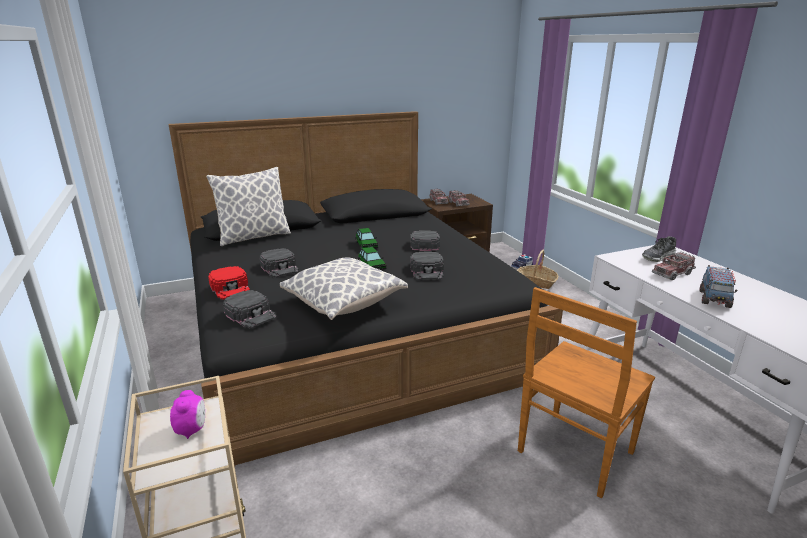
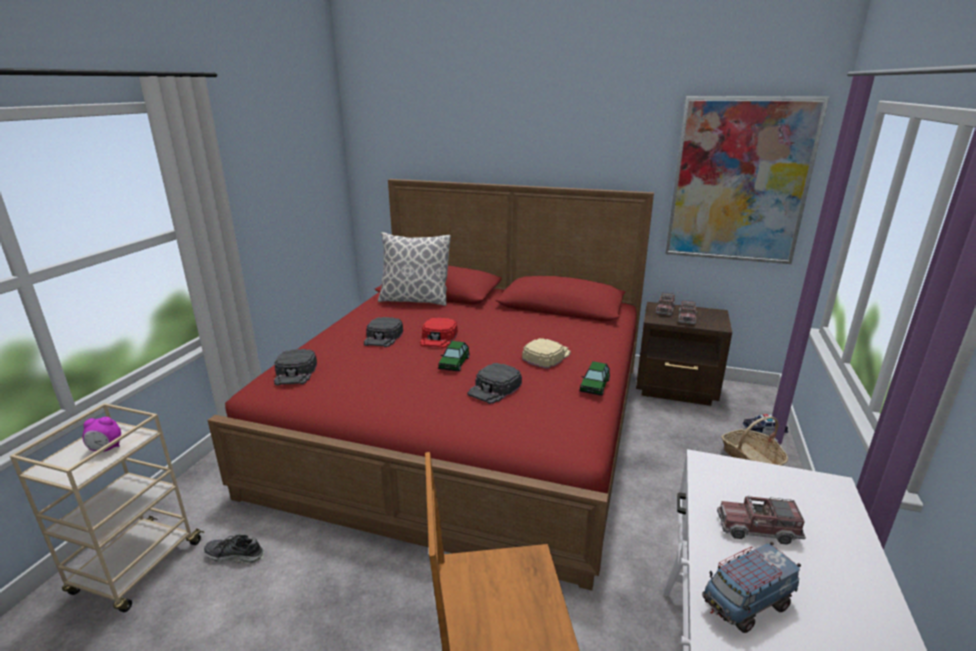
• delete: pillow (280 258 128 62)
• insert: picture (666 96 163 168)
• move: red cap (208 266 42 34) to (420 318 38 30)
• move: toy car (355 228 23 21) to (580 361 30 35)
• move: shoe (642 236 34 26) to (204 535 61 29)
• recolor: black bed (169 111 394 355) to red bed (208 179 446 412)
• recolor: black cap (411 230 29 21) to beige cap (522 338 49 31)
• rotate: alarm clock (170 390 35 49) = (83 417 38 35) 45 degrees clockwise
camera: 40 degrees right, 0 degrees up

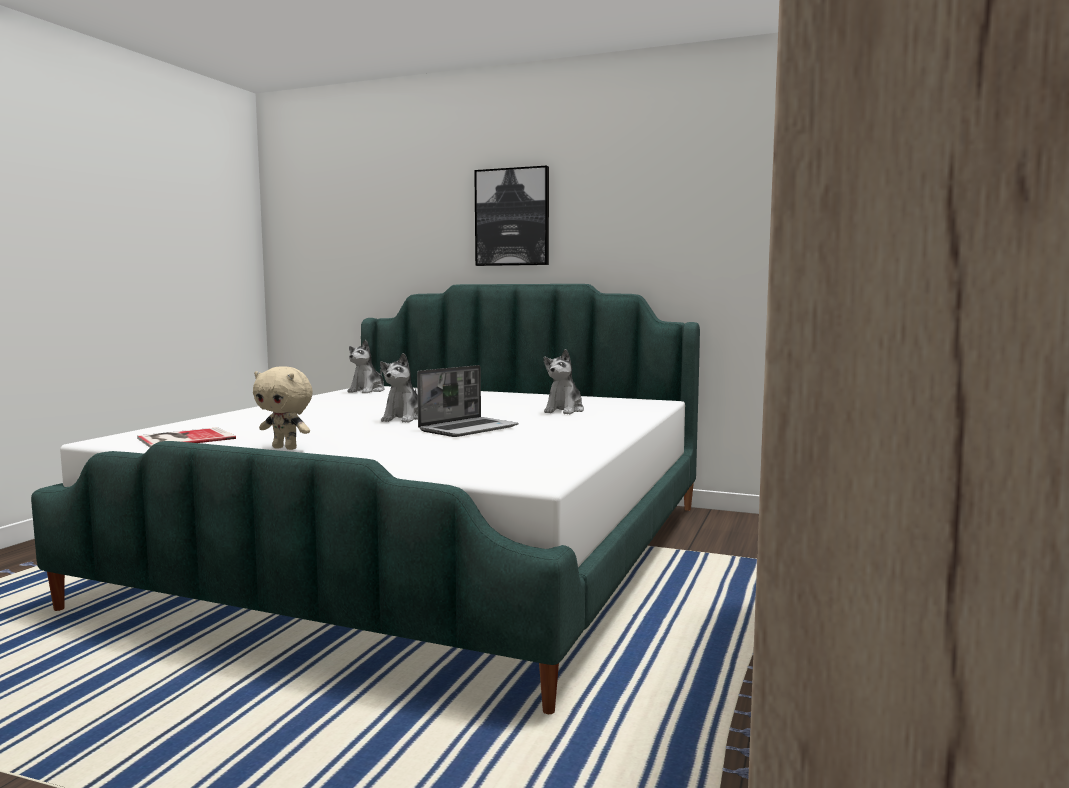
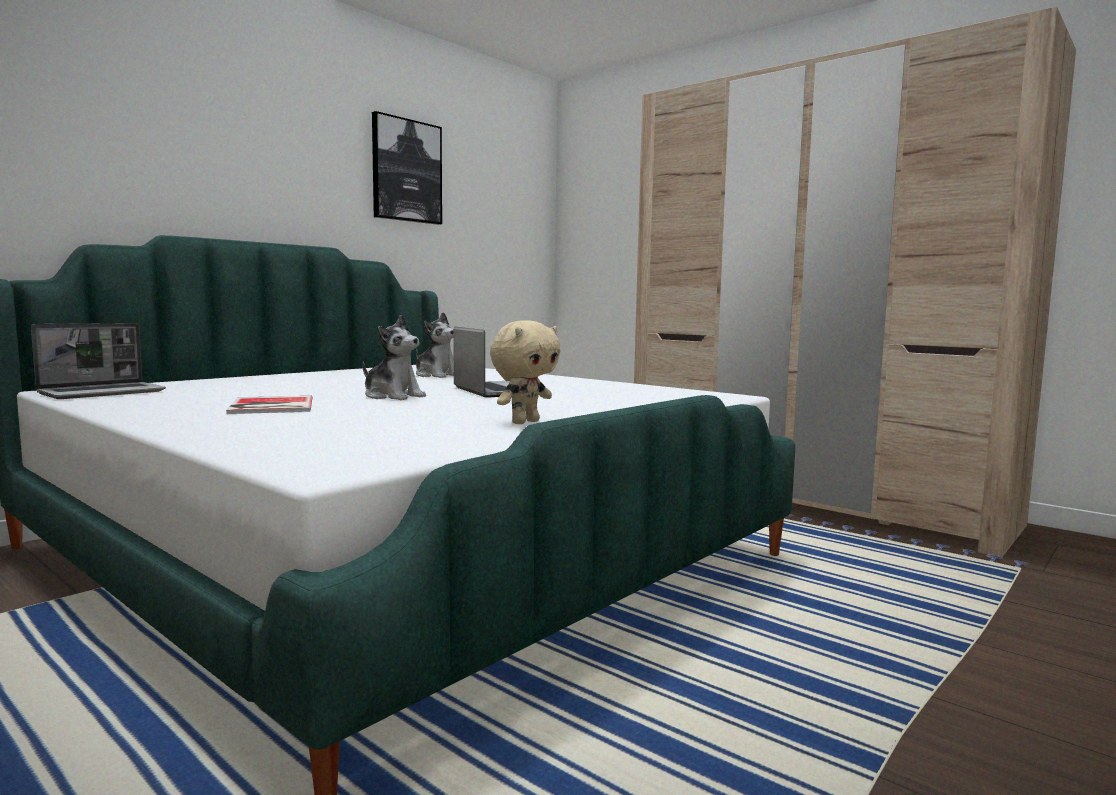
• move: book (137 427 99 21) to (226 396 86 18)
• move: picture (474 166 75 100) to (372 111 70 114)
• replace: plush toy (347 340 37 53) to laptop (31 323 135 76)
camera: 70 degrees left, 0 degrees up

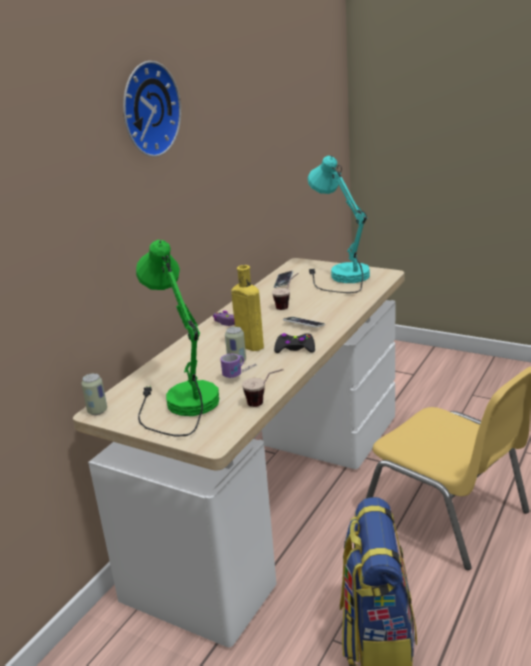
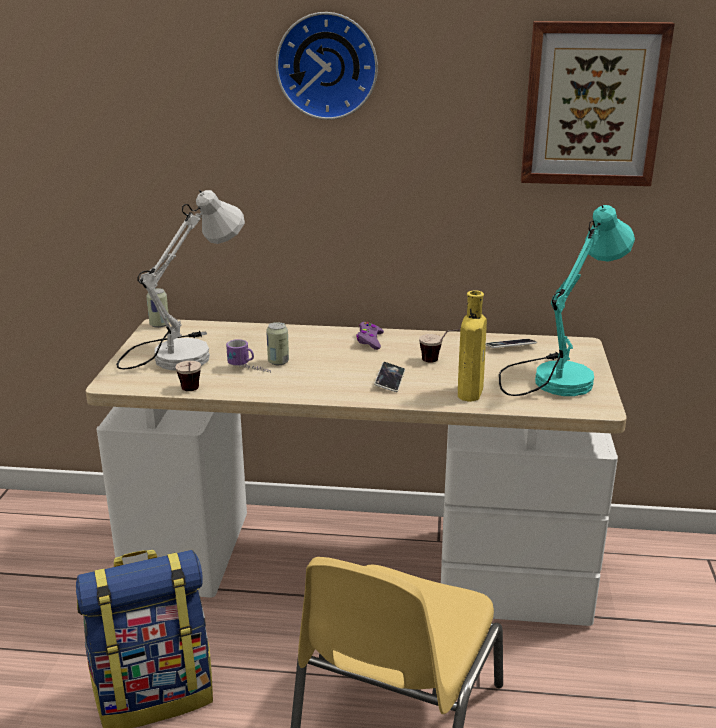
• delete: black game controller (274 333 41 20)
• insert: picture (521 21 154 165)
• move: yellow bottle (231 265 33 86) to (458 291 29 111)
• recolor: green table lamp (136 240 83 197) to white table lamp (116 190 129 180)
camera: 65 degrees right, 0 degrees up

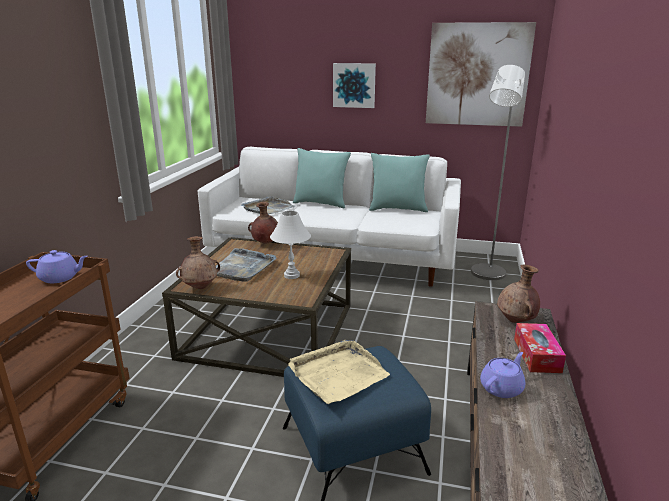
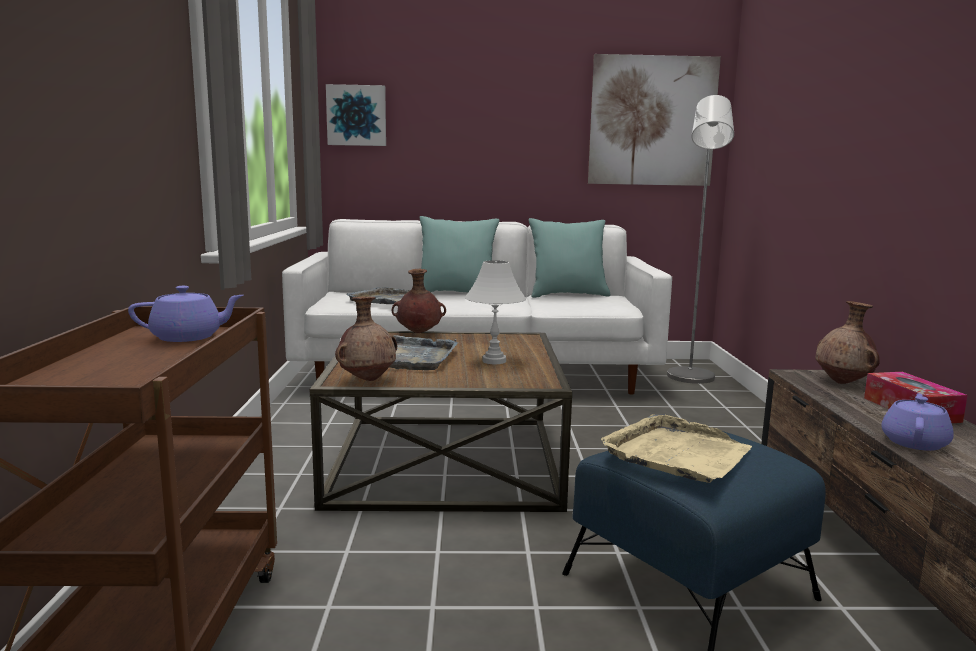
• move: picture (333 63 43 45) to (326 84 60 62)
camera: 15 degrees left, 10 degrees down

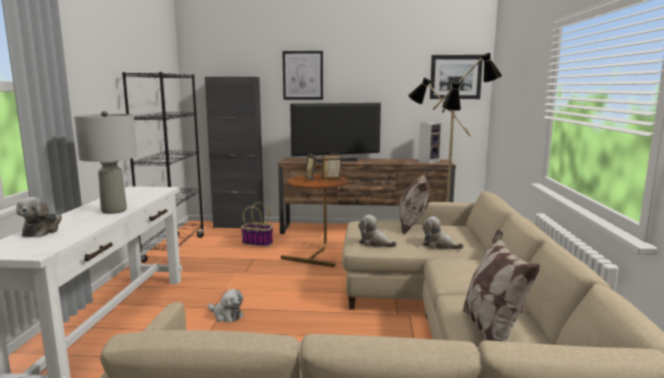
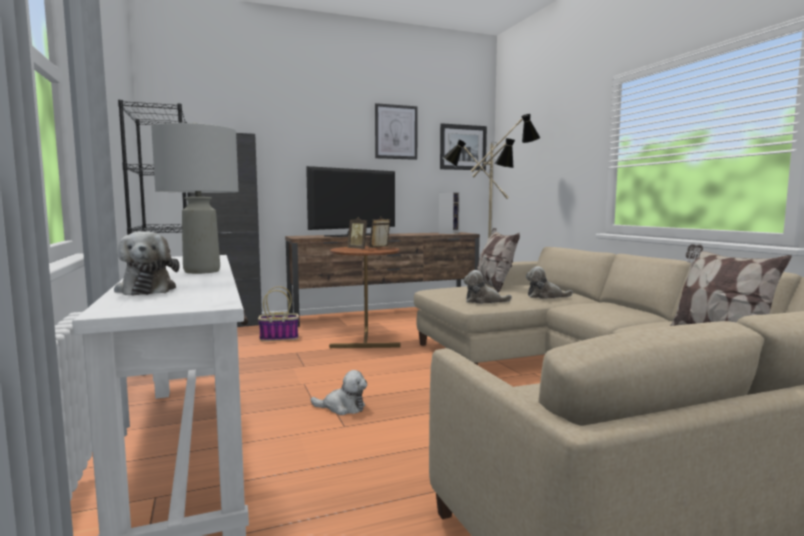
• move: picture (282 51 41 49) to (375 103 43 57)
camera: 25 degrees left, 5 degrees down

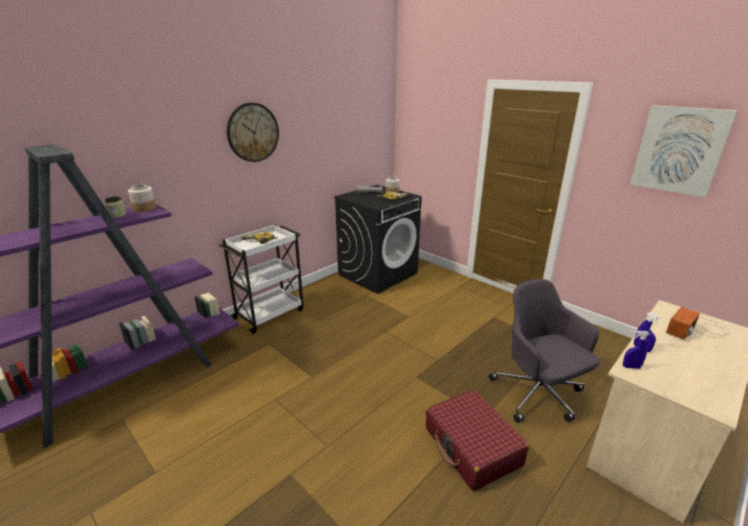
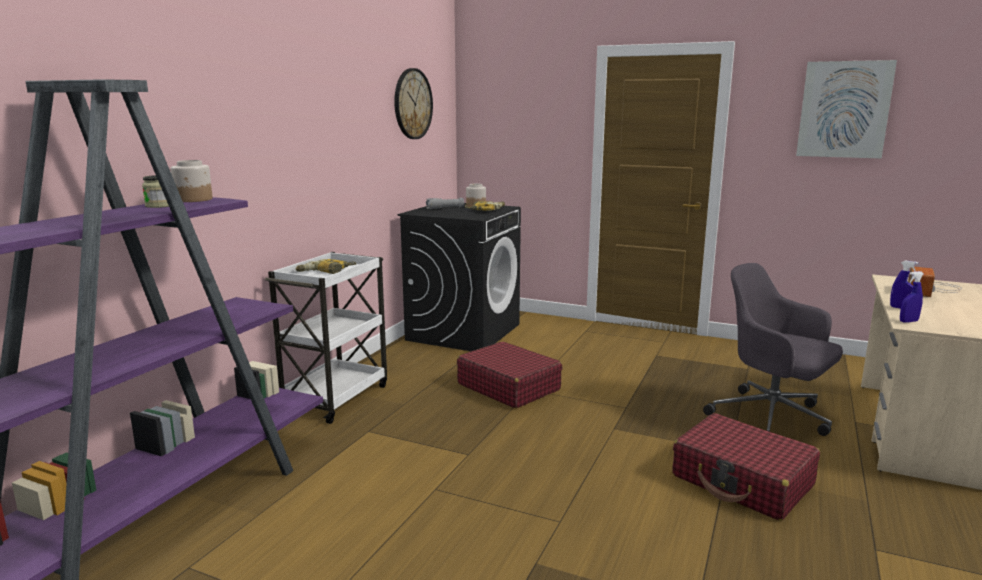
• insert: red suitcase (457 341 105 67)
• move: wall clock (227 103 52 59) to (394 68 39 71)
camera: 20 degrees left, 10 degrees down

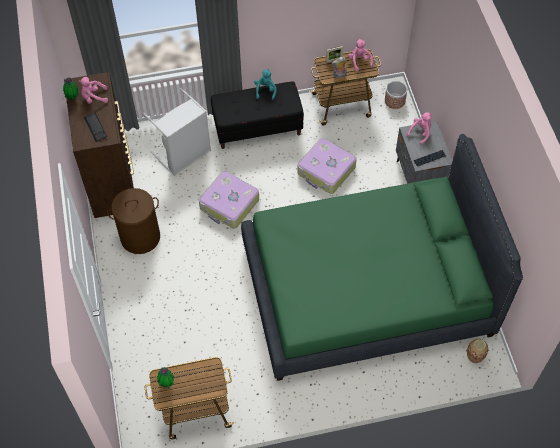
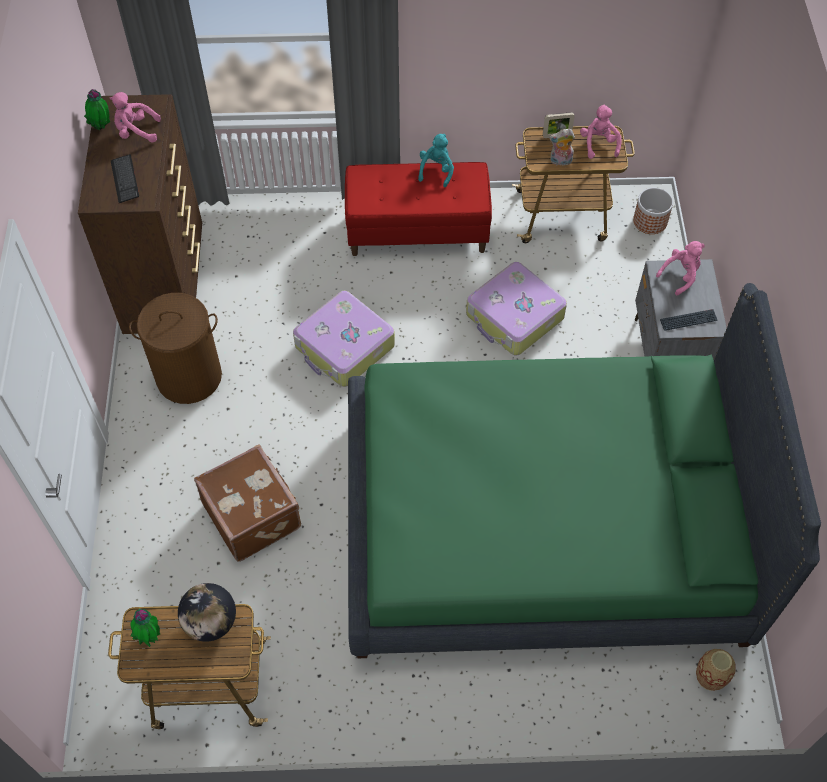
• delete: grey laundry basket (143 88 68 88)
• insert: globe (178 583 58 59)
• insert: brown suitcase (194 444 107 118)
• recolor: black bench (211 81 93 68) to red bench (345 162 147 94)
camera: 10 degrees right, 0 degrees up

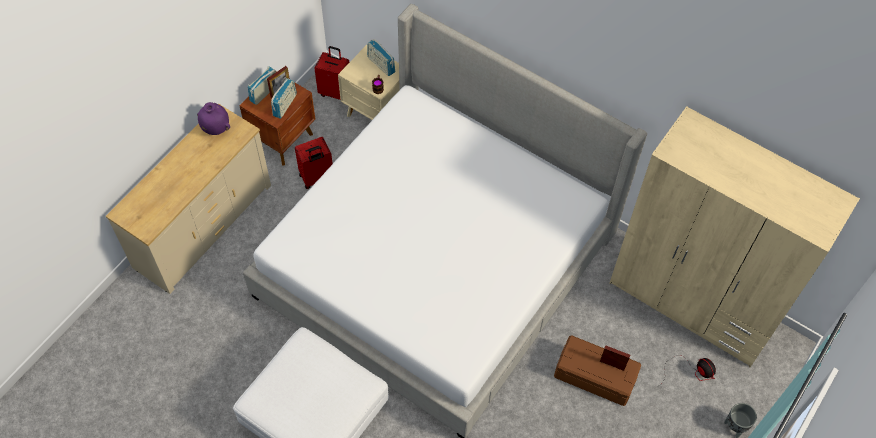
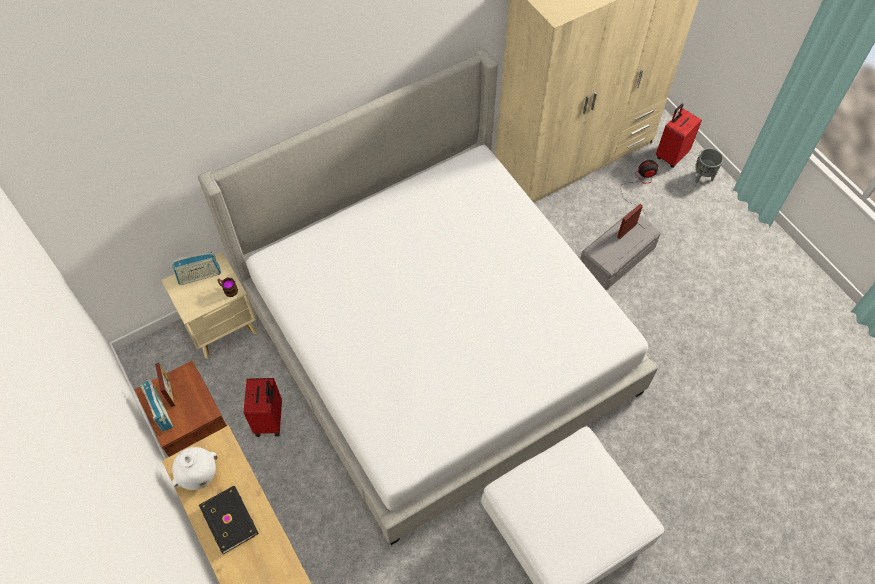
• delete: radio (271 78 26 41)
• insert: black book (199 486 60 68)
• move: red suitcase (314 46 35 54) to (656 104 46 64)
• recolor: purple vase (197 102 33 33) to white vase (172 447 46 43)
• recolor: brown storage box (554 335 87 71) to grey storage box (580 210 81 80)
camera: 65 degrees left, 0 degrees up

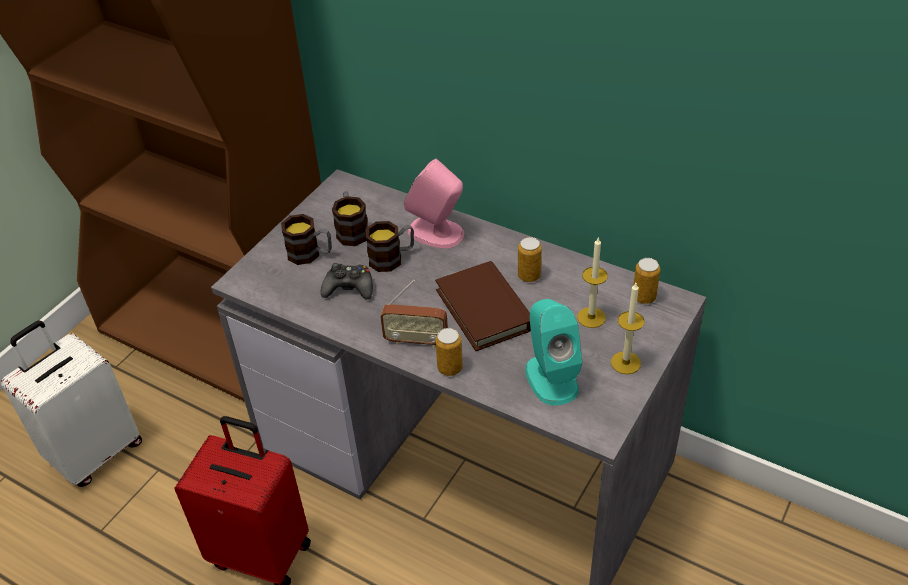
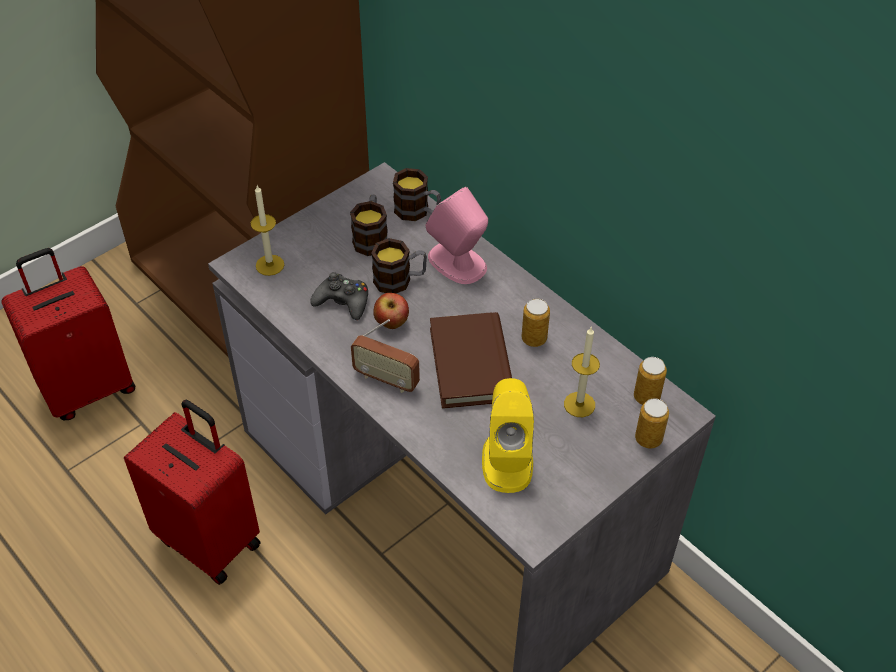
• insert: apple (373 293 36 36)
• move: mug (281 214 51 51) to (393 168 48 53)
• move: can (435 328 28 48) to (635 398 34 51)
• move: candle (611 283 34 91) to (251 185 33 91)
• recolor: white suitcase (1 320 141 167) to red suitcase (1 248 134 172)
• recolor: turquoise speaker (525 299 58 106) to yellow speaker (482 378 52 115)
camera: 15 degrees right, 5 degrees up

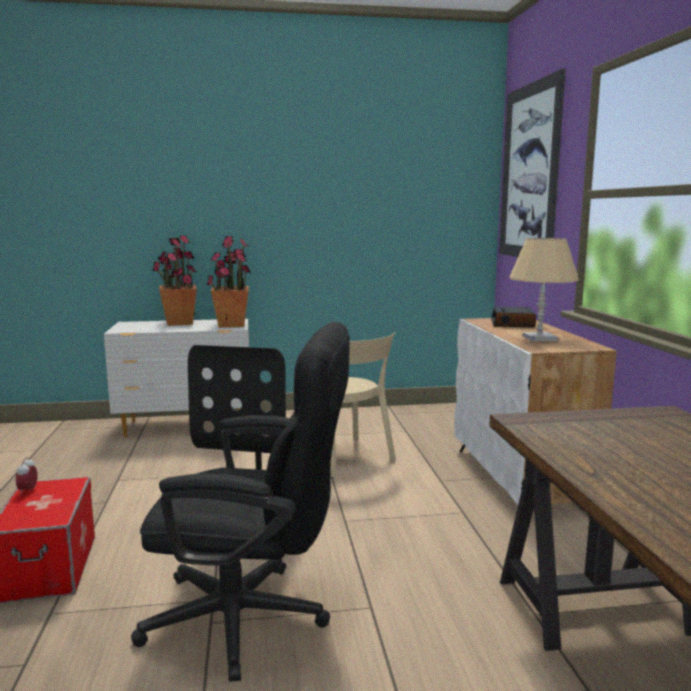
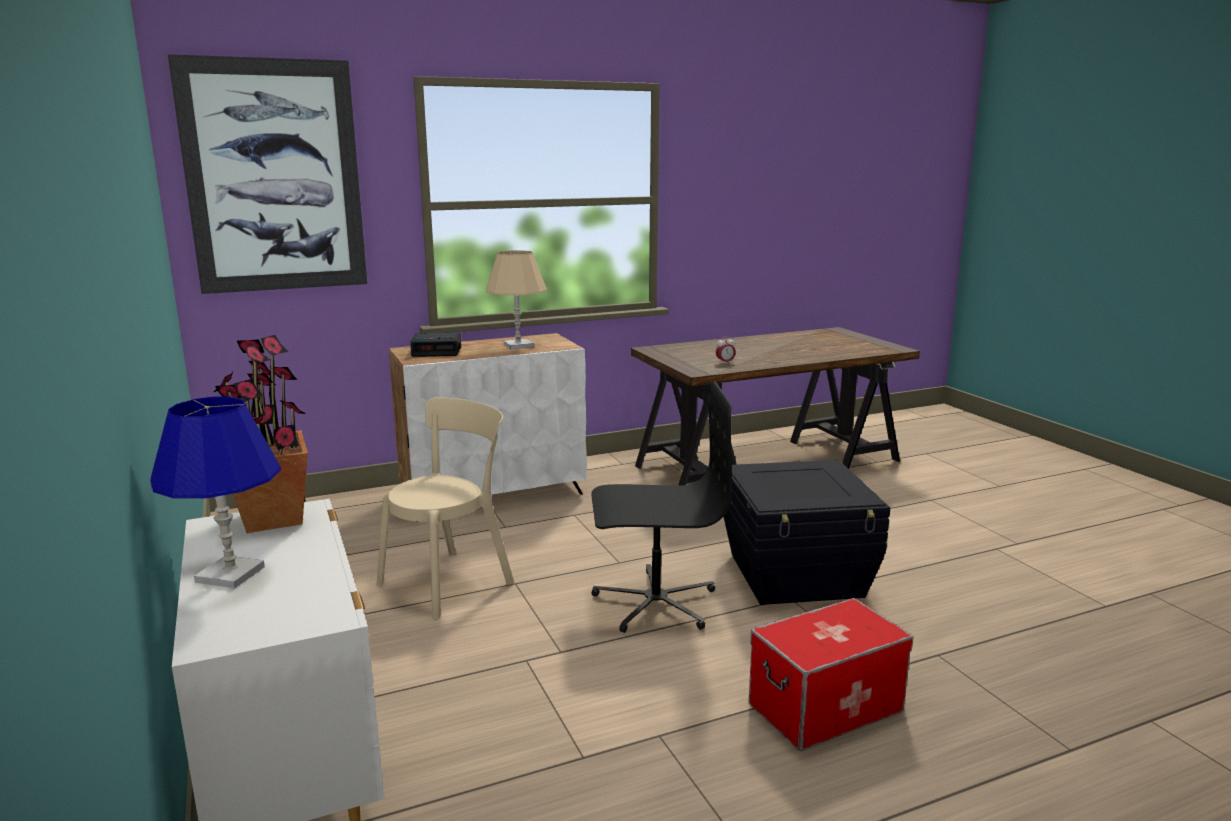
• move: alarm clock (16 457 21 38) to (716 336 20 27)
• replace: black office chair (131 322 219 360) to black storage box (723 460 167 145)
• replace: potted plant (153 235 44 91) to blue table lamp (151 396 130 192)
camera: 105 degrees left, 5 degrees up

